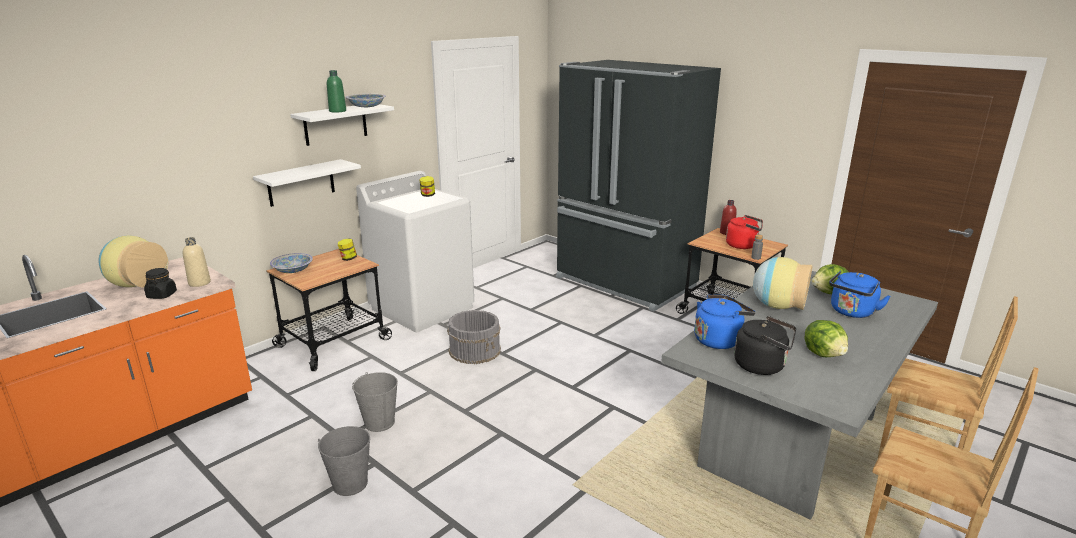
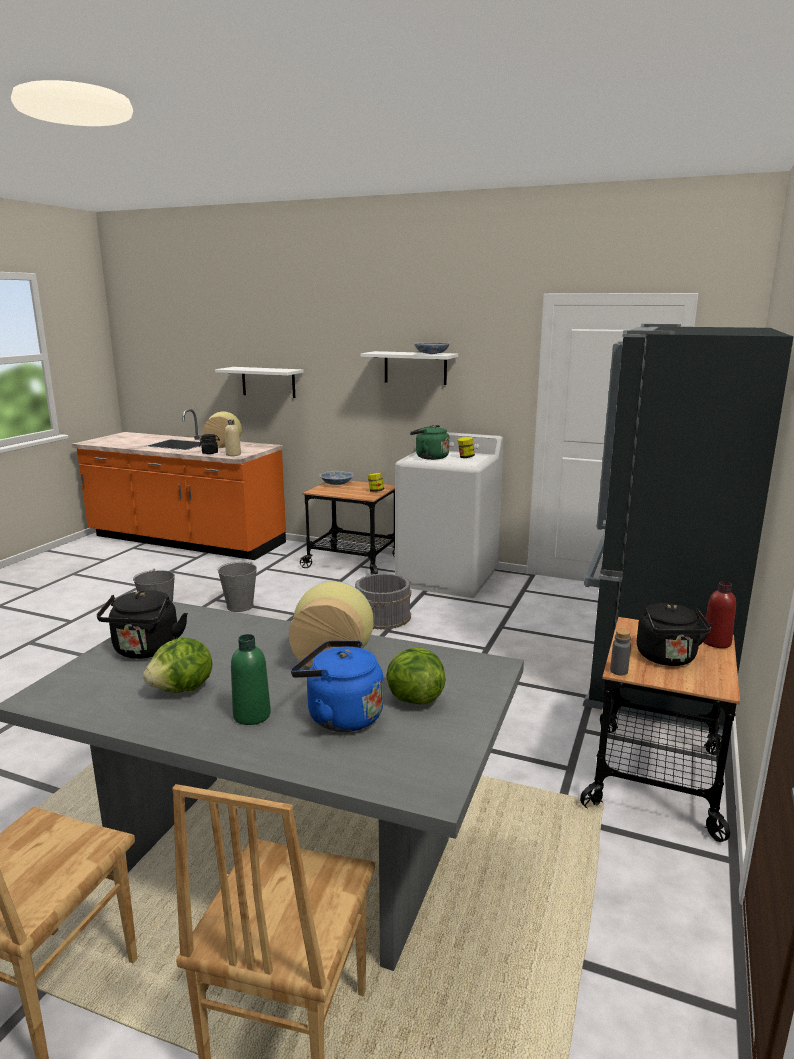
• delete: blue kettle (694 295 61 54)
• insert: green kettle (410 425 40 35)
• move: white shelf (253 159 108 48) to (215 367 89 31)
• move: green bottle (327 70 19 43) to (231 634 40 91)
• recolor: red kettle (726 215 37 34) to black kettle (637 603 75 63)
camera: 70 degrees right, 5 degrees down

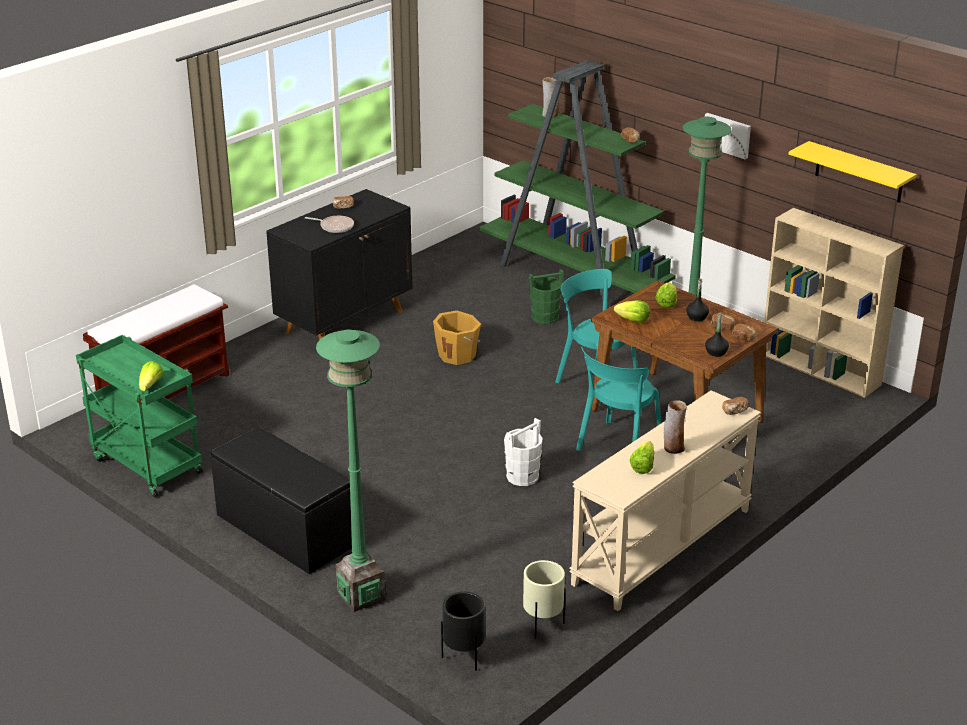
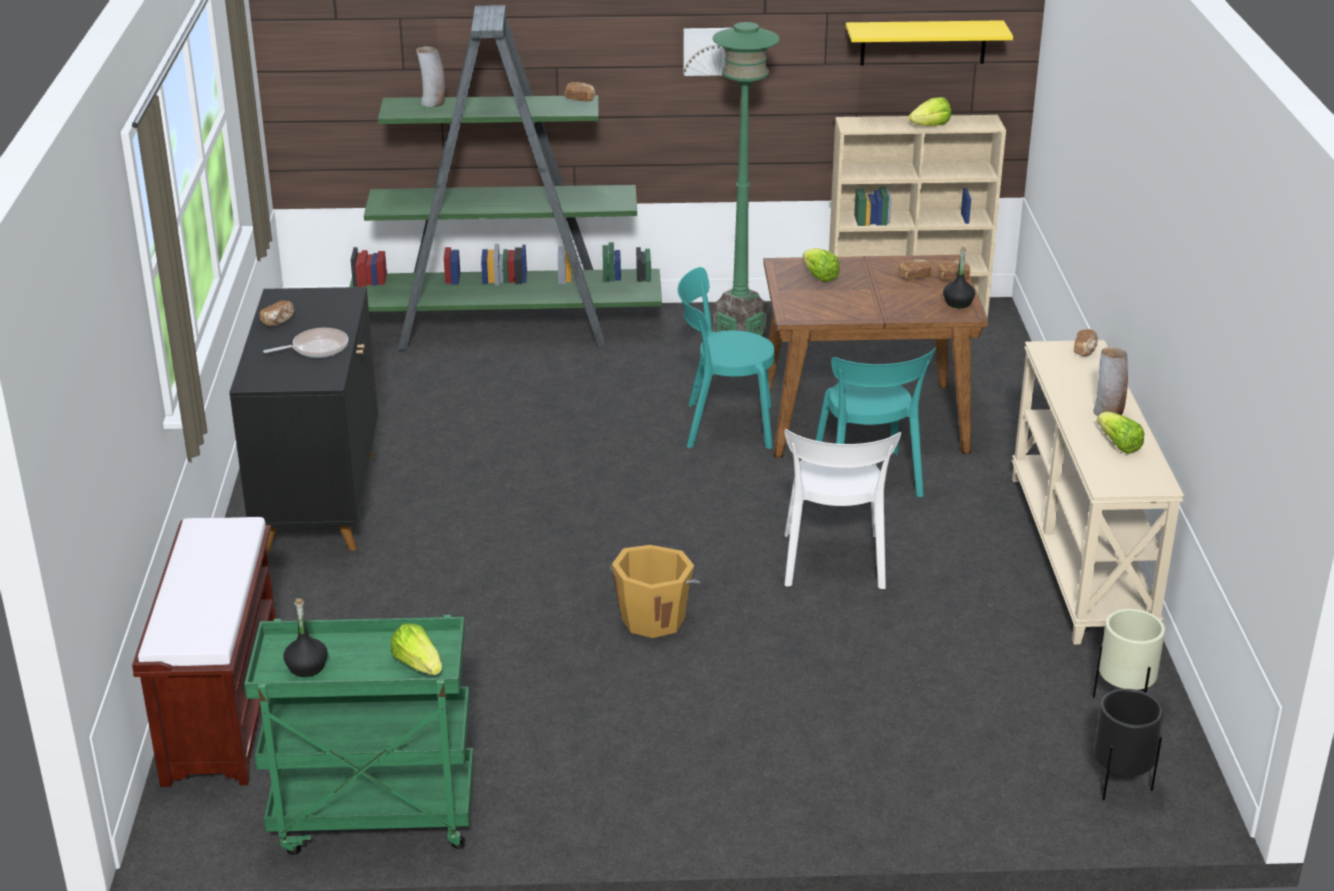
• delete: black bench (210 427 142 147)
• delete: green floor lamp (316 330 69 282)
• delete: green bucket (529 269 35 55)
• move: orange bucket (433 311 48 54) to (610 545 90 93)
• move: lettuce (614 300 36 23) to (909 97 42 29)
• move: black bottle (686 278 23 43) to (284 598 44 79)
• replace: white bucket (504 418 39 68) to white chair (784 429 117 160)
camera: 45 degrees left, 0 degrees up

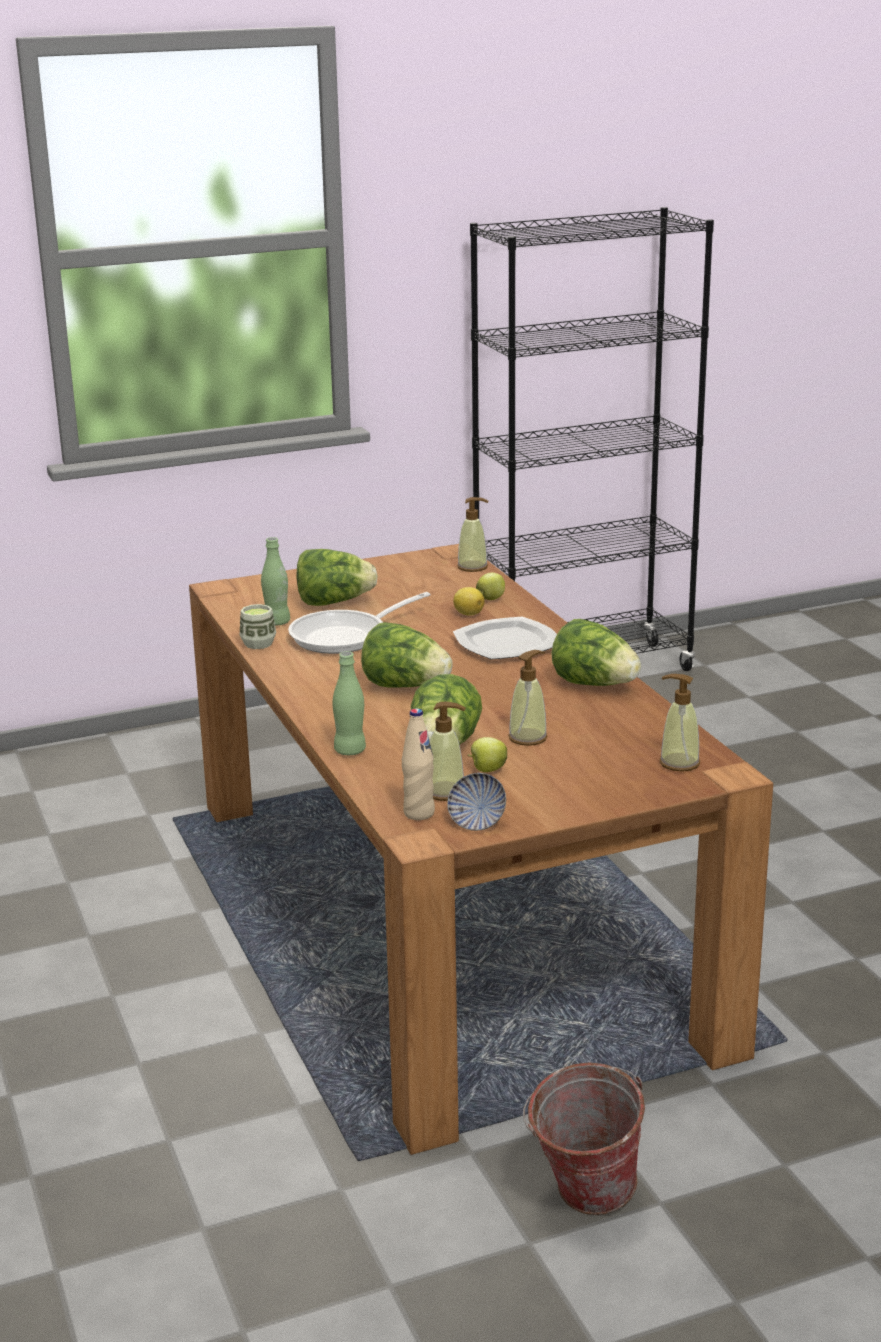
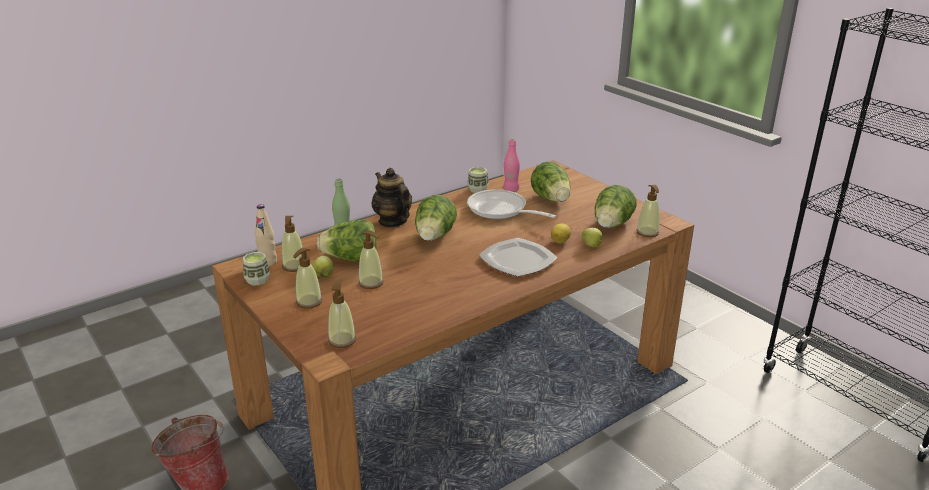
• insert: soap dispenser (293 248 29 61)
• insert: teapot (372 168 40 59)
• move: lettuce (551 619 90 67) to (595 185 42 43)
• replace: bowl (447 773 59 58) to cup (243 252 27 33)
• recolor: green bottle (261 537 29 89) to pink bottle (503 139 17 53)
camera: 75 degrees right, 5 degrees up

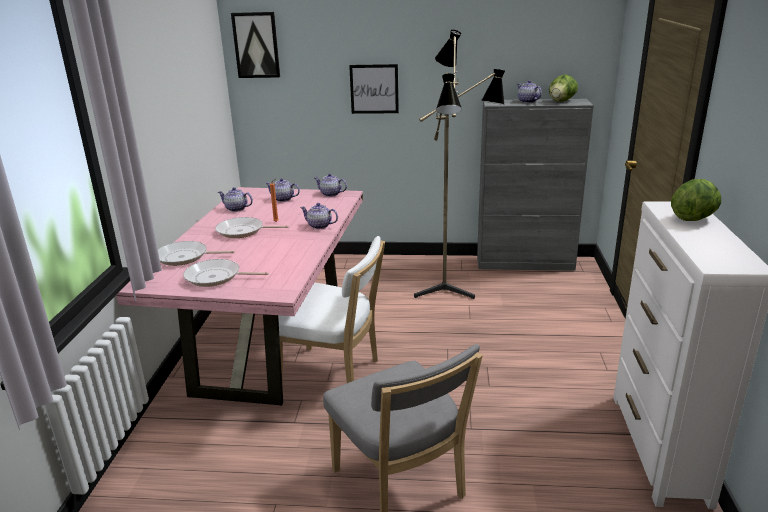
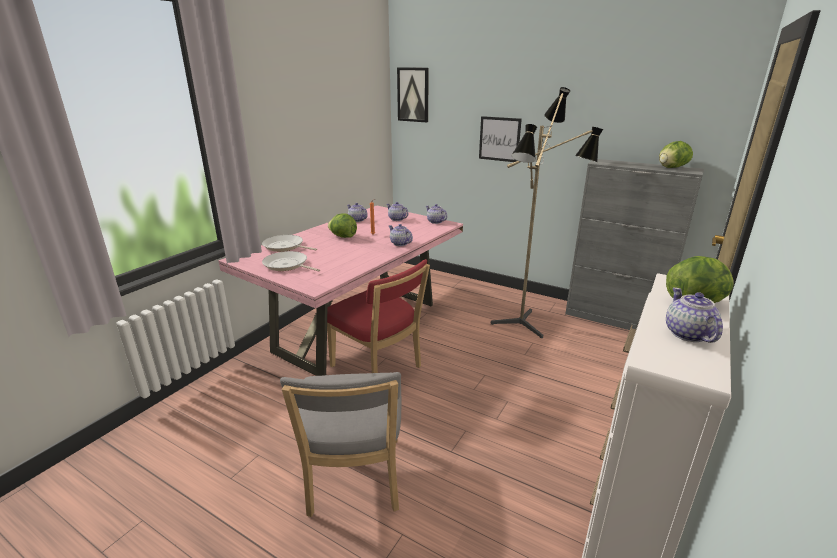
• move: teapot (517 80 25 23) to (666 287 57 56)
• replace: frying pan (215 217 74 21) to lettuce (328 214 29 24)
• recolor: white chair (278 236 107 147) to red chair (327 259 103 114)
camera: 25 degrees right, 0 degrees up

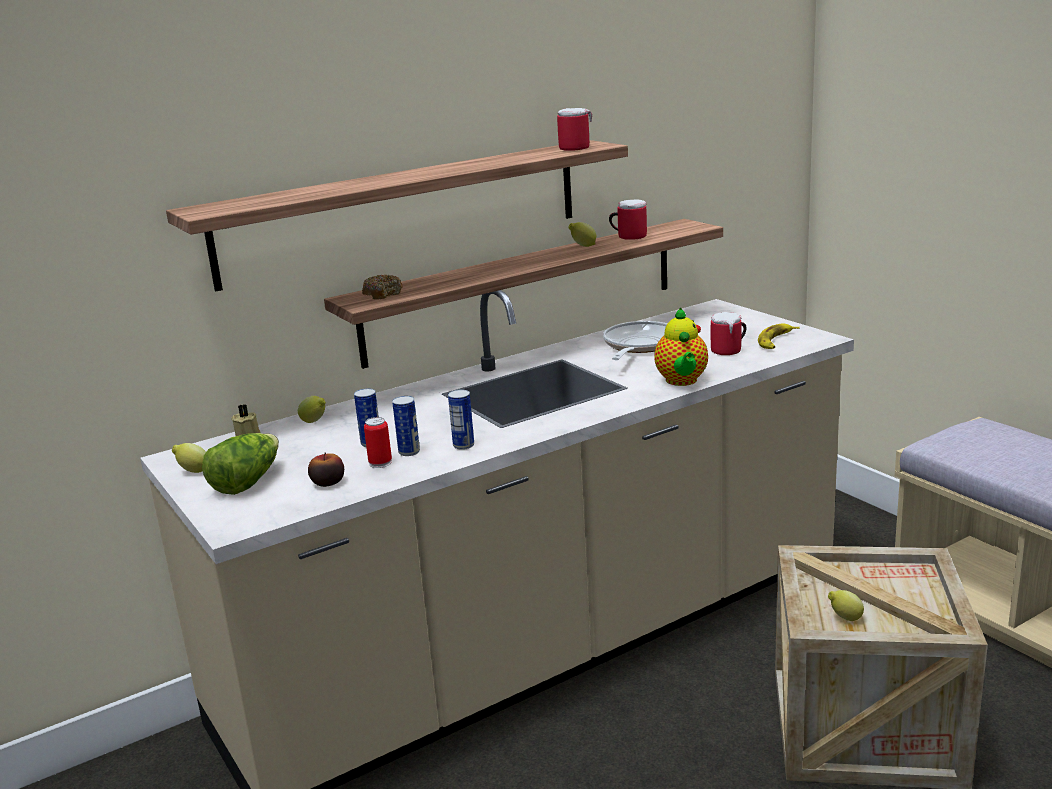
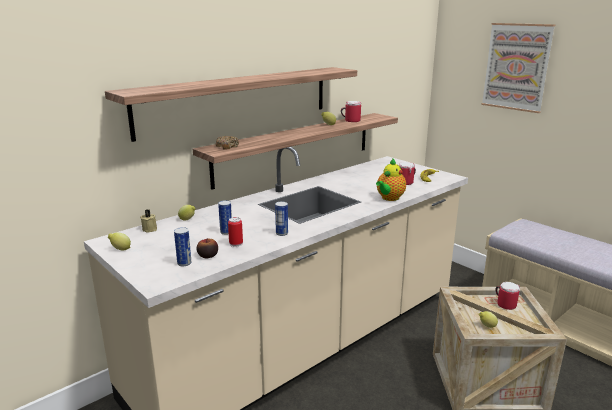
• delete: lettuce (202 433 77 62)
• delete: frying pan (603 321 65 39)
• insert: picture (481 23 75 90)
• move: can (392 396 28 60) to (174 227 18 39)
• move: mug (557 108 35 43) to (495 282 25 28)
• rotate: teapot (654 307 54 79) = (376 158 30 43) 45 degrees clockwise
camera: 10 degrees left, 0 degrees up

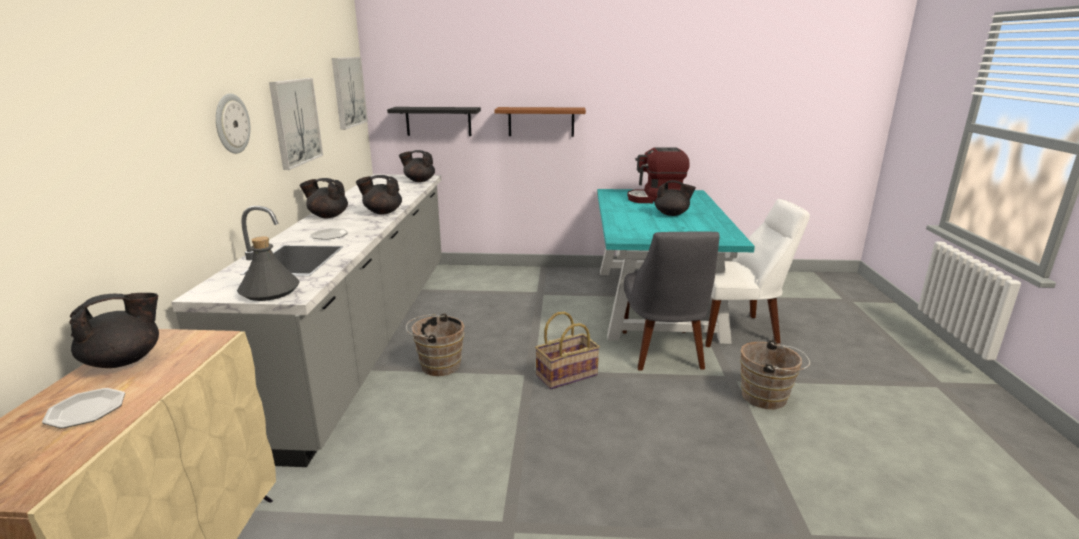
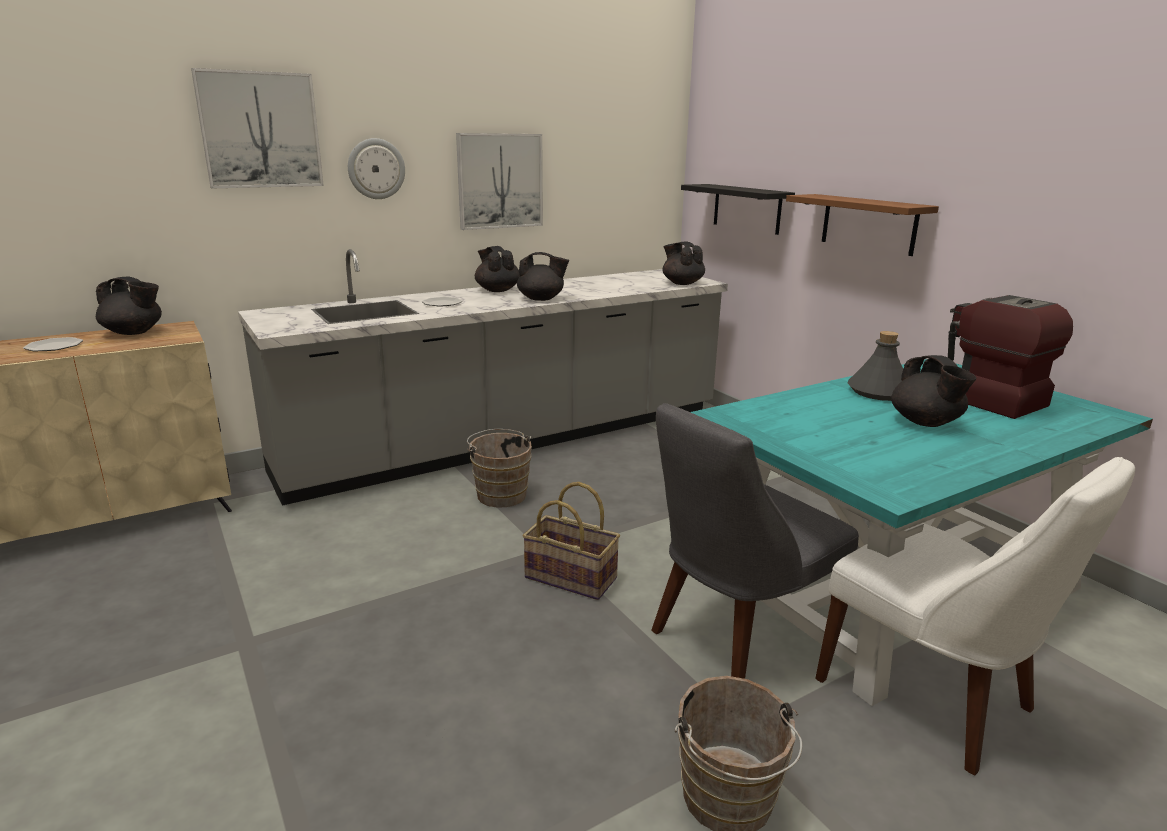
• move: grey bottle (237 236 63 65) to (848 331 55 70)
• move: picture (332 57 36 73) to (191 68 133 120)
• rotate: black teapot (356 175 46 40) = (517 252 52 49) 135 degrees clockwise
camera: 55 degrees right, 0 degrees up

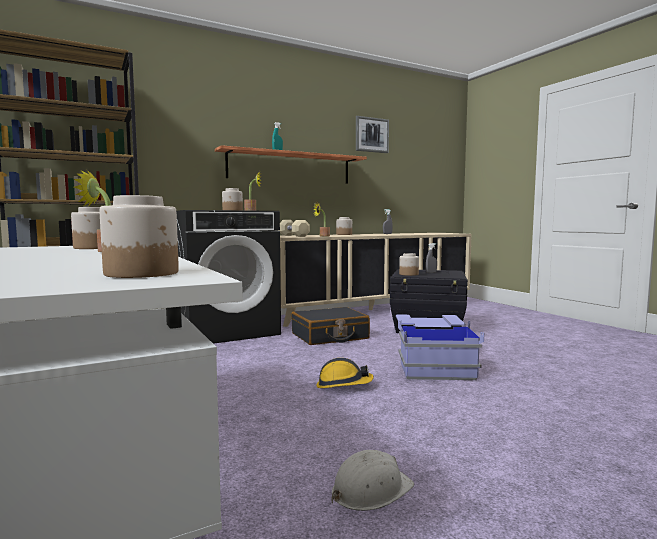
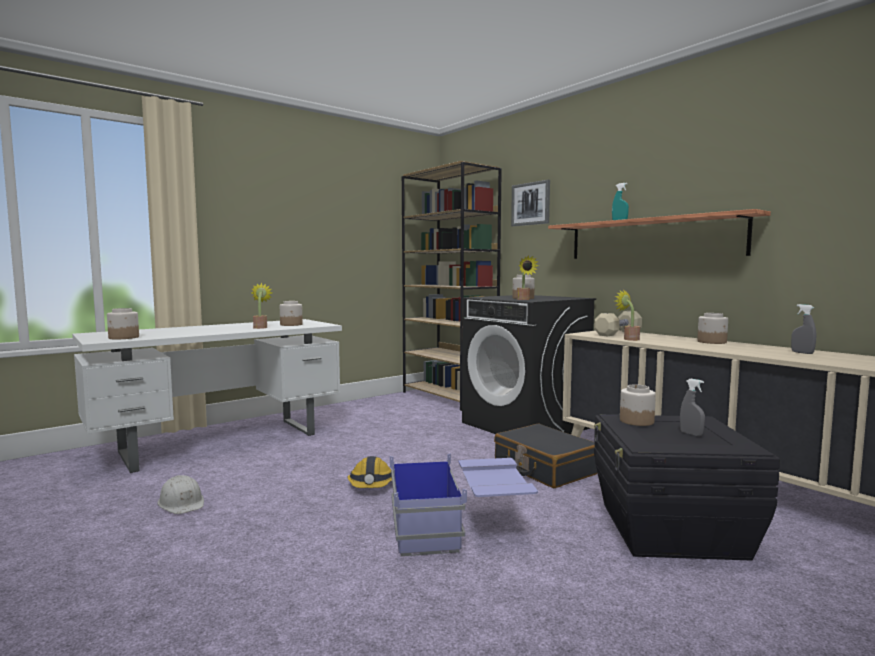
• move: picture (356 116 33 37) to (511 180 39 46)
camera: 80 degrees right, 0 degrees up

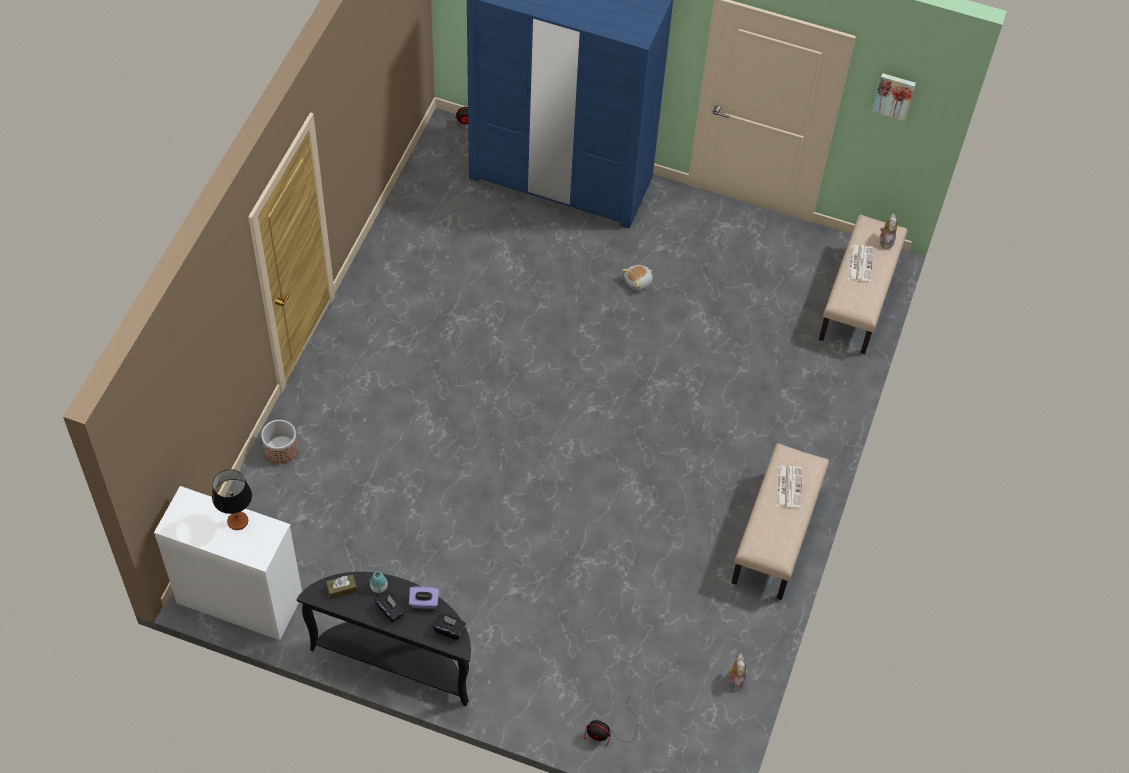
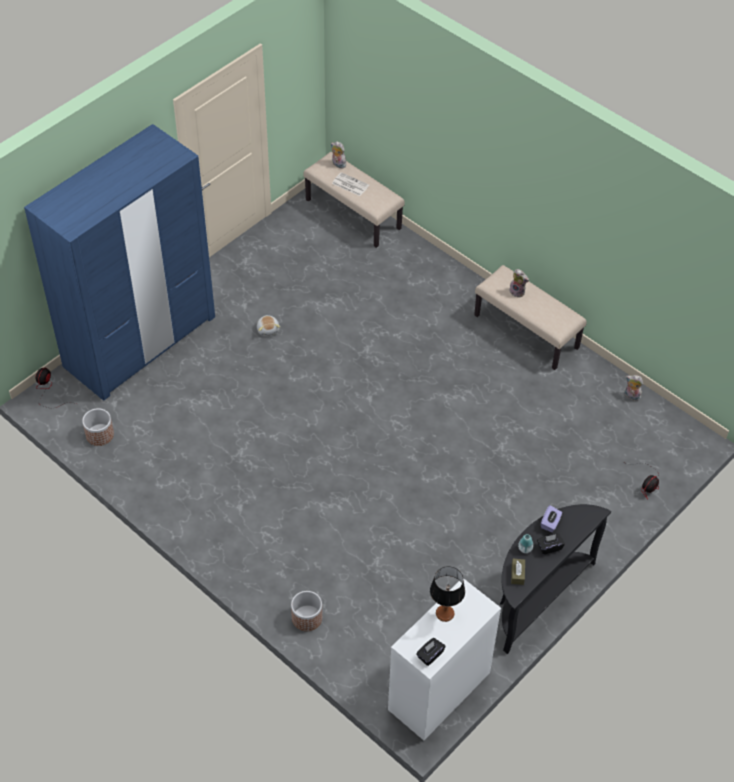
• delete: picture (872 73 44 48)
• insert: planter (82 408 32 38)
• move: black tissue box (432 613 34 27) to (416 638 30 28)
• replace: newspaper (776 465 27 44) to plush toy (509 269 20 29)
camera: 65 degrees left, 5 degrees down

